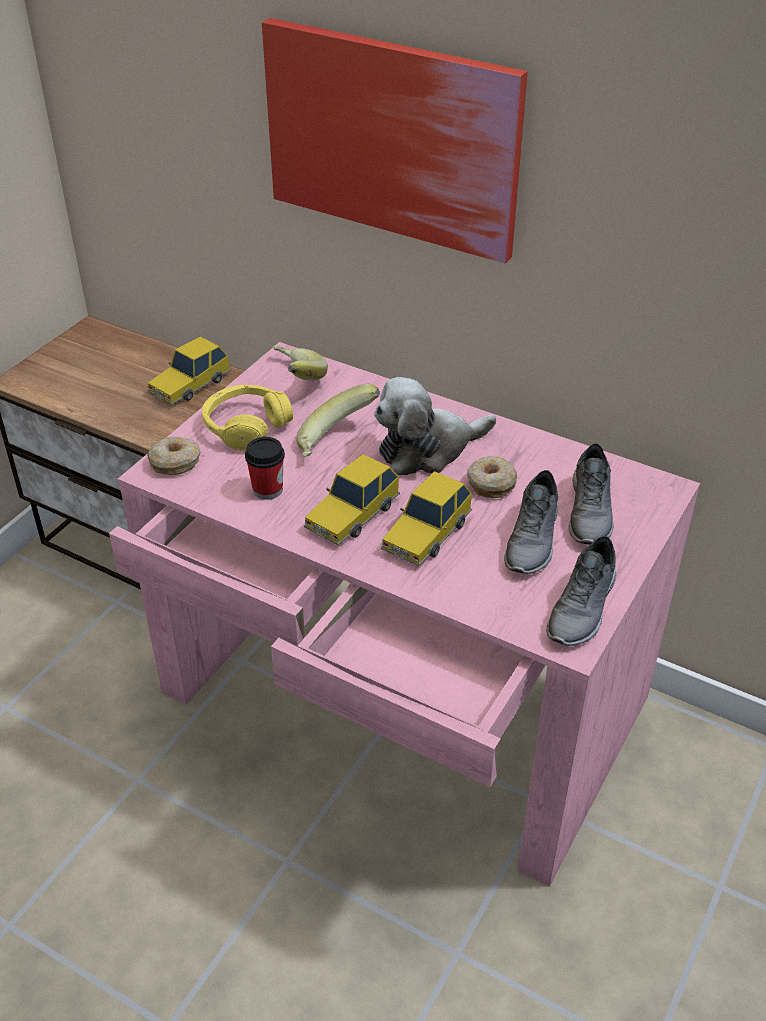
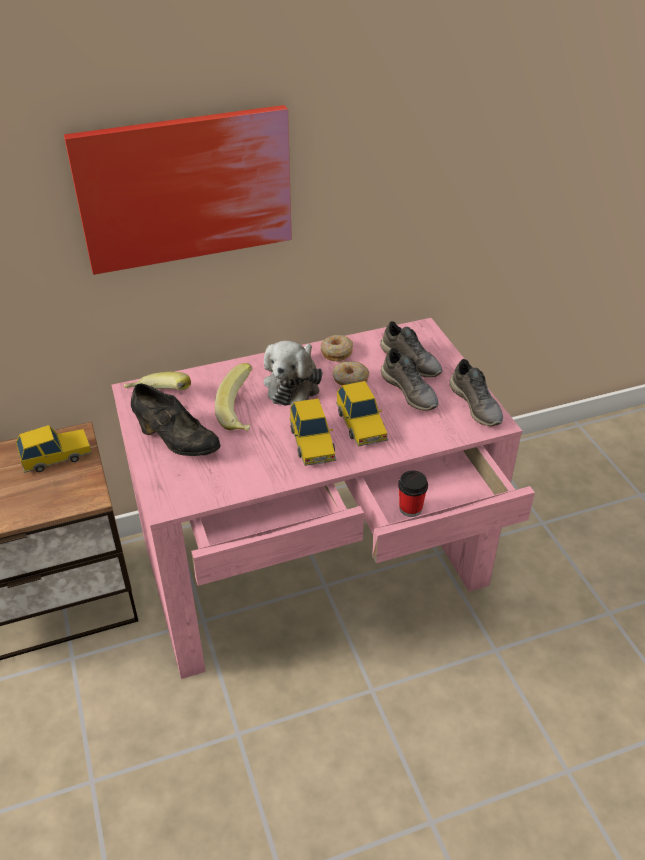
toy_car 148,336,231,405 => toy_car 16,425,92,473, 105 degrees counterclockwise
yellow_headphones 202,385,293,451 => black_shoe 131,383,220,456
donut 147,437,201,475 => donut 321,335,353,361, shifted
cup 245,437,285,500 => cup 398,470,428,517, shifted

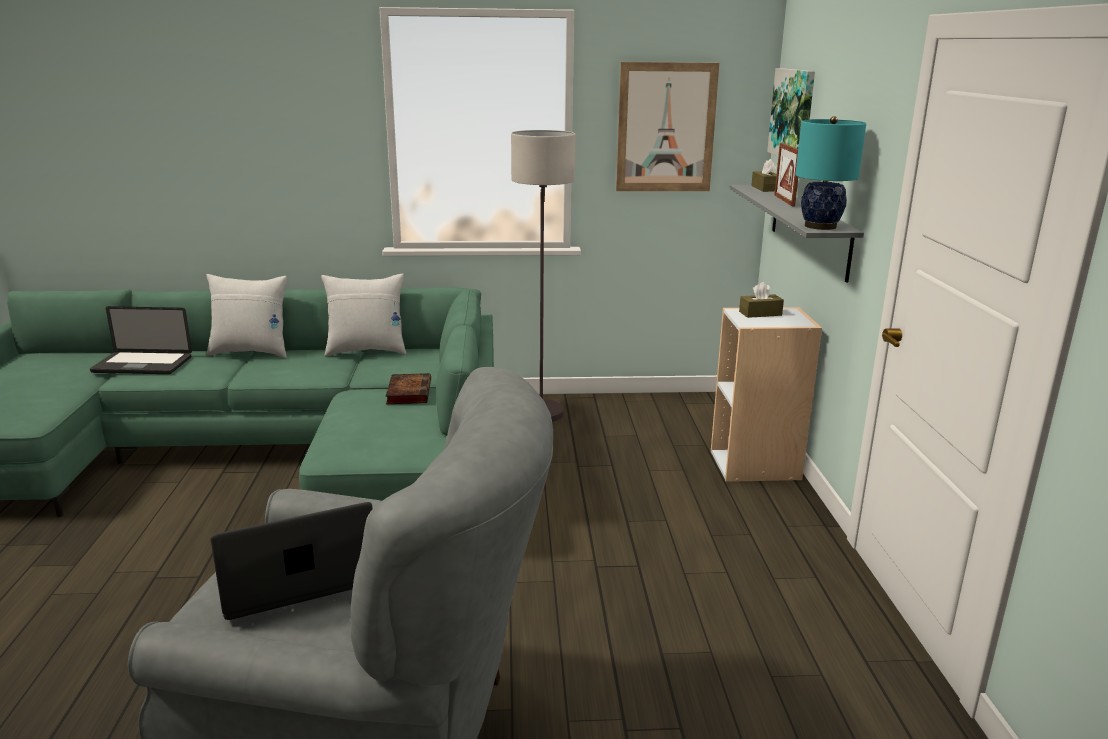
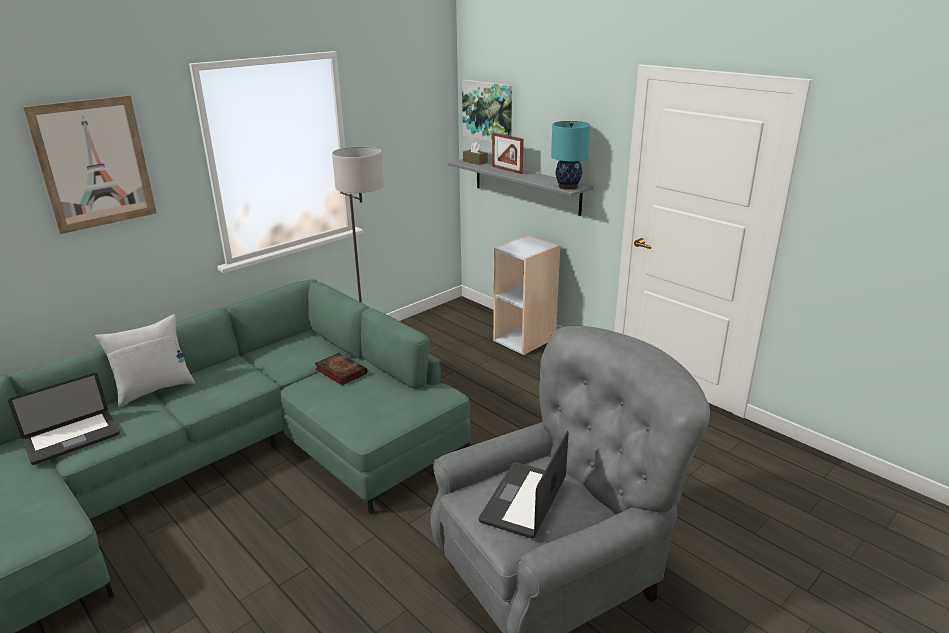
picture 616,62,719,191 => picture 23,95,157,234, shifted
grey_pillow 321,274,406,356 => nothing
brown_tissue_box 739,282,784,318 => nothing

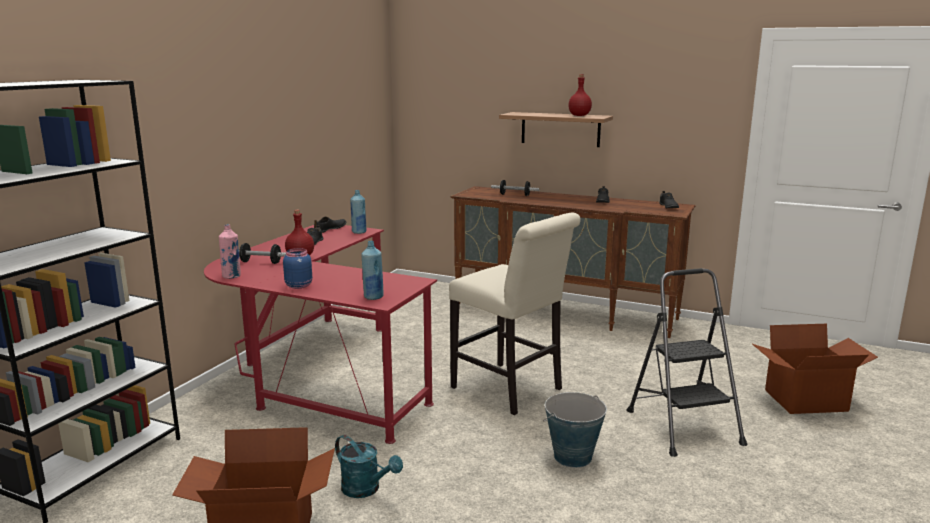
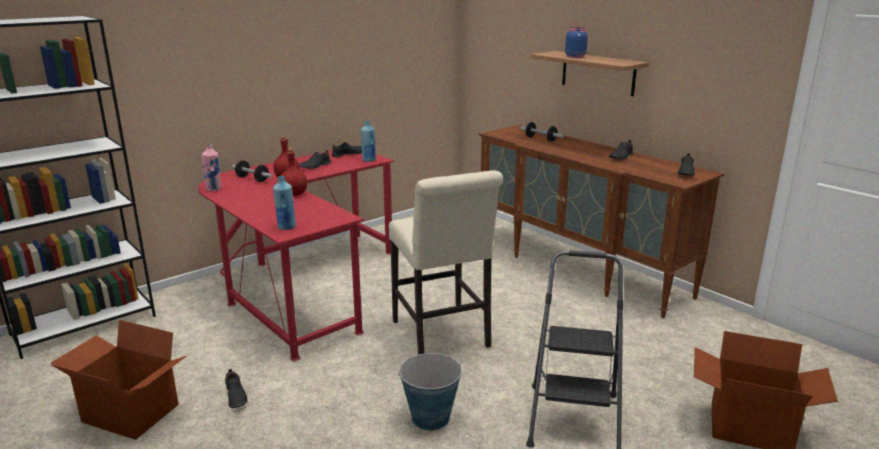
red_bottle 568,74,592,116 => red_bottle 281,148,307,196, shifted
blue_jar 283,248,312,289 => blue_jar 565,27,588,58, shifted
turquoise_watering_can 335,435,403,498 => black_shoe 225,369,248,408

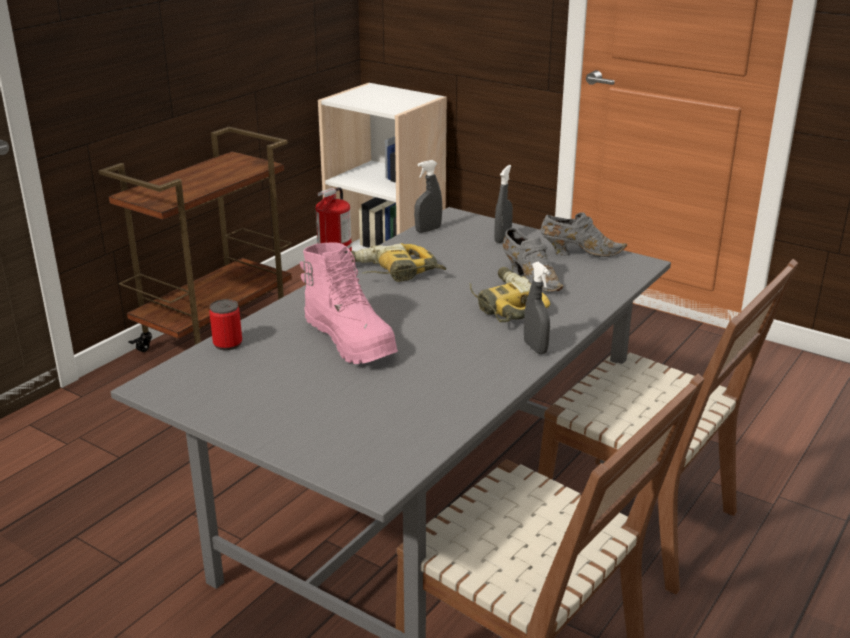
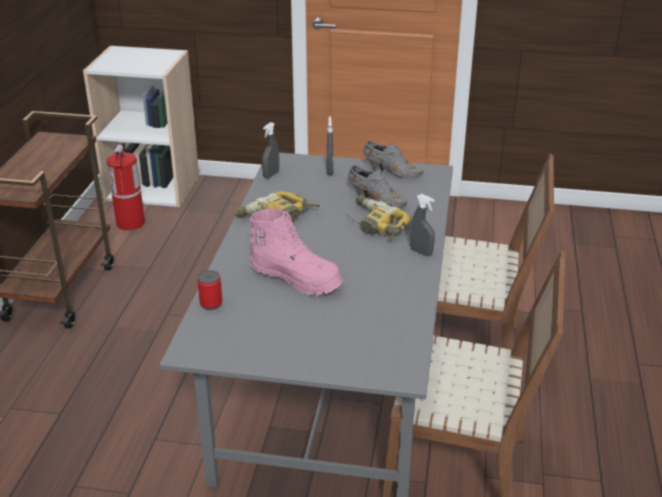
grey_shoe 541,212,627,257 => grey_shoe 363,141,424,178, 45 degrees clockwise

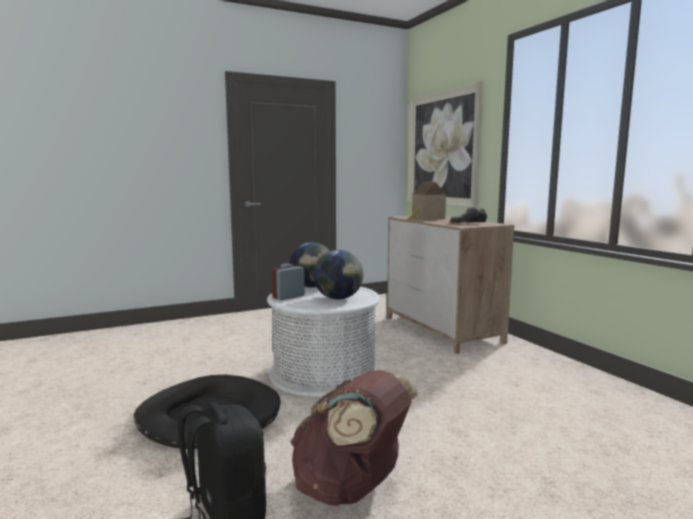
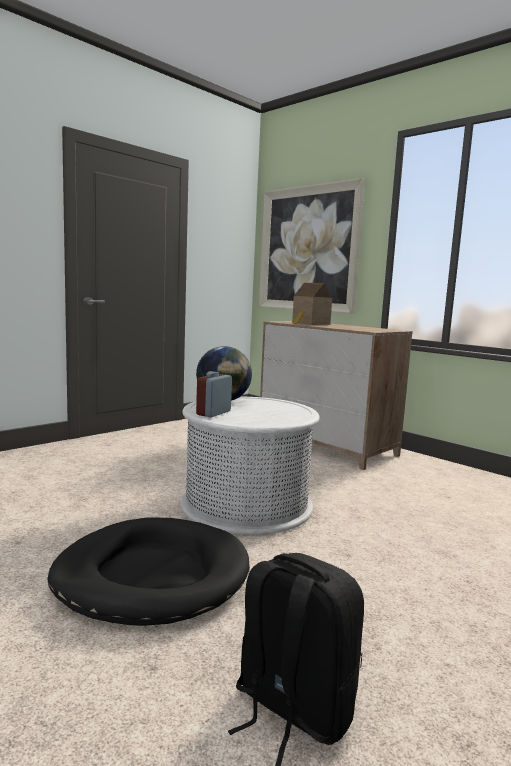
shoe 450,207,487,223 => nothing
globe 313,250,363,300 => nothing
brown_backpack 290,370,418,506 => nothing

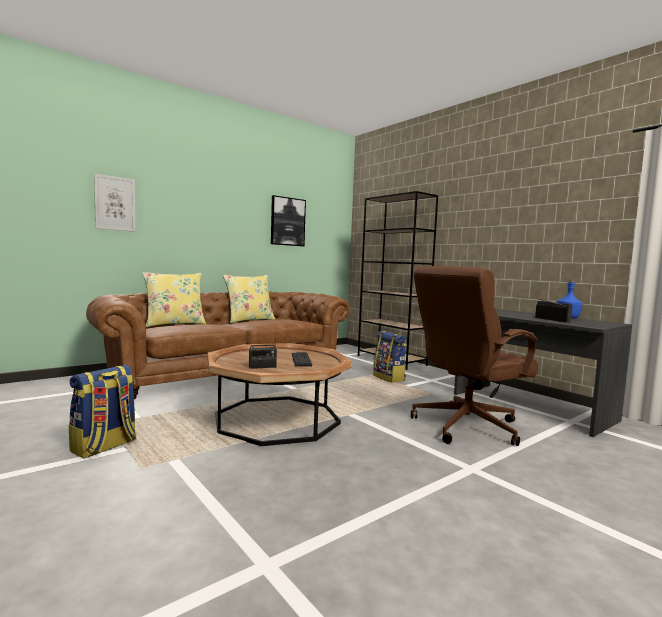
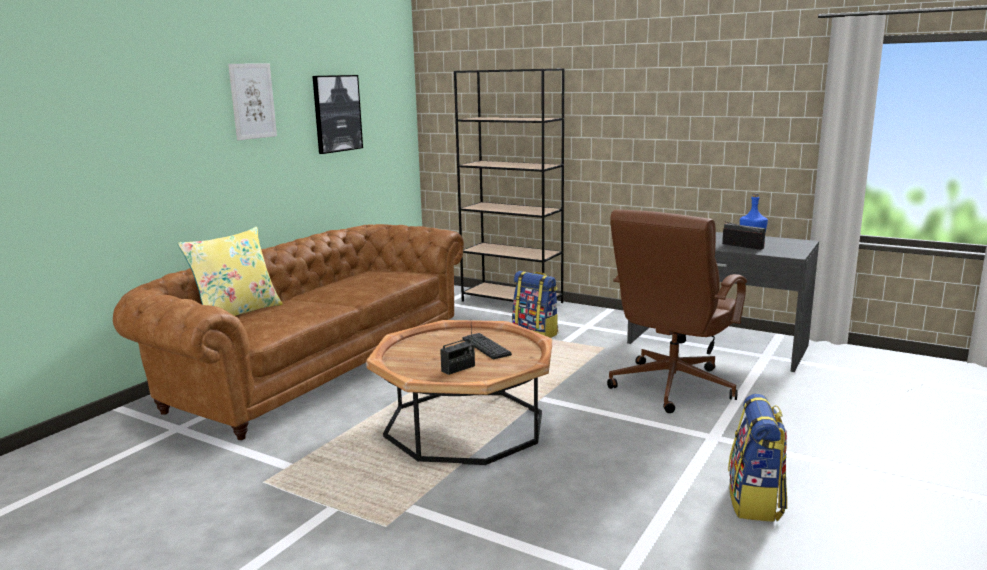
picture 94,174,135,232 => picture 228,64,277,140, shifted
yellow_pillow 223,274,275,323 => nothing
backpack 69,365,136,459 => backpack 728,394,787,522, shifted

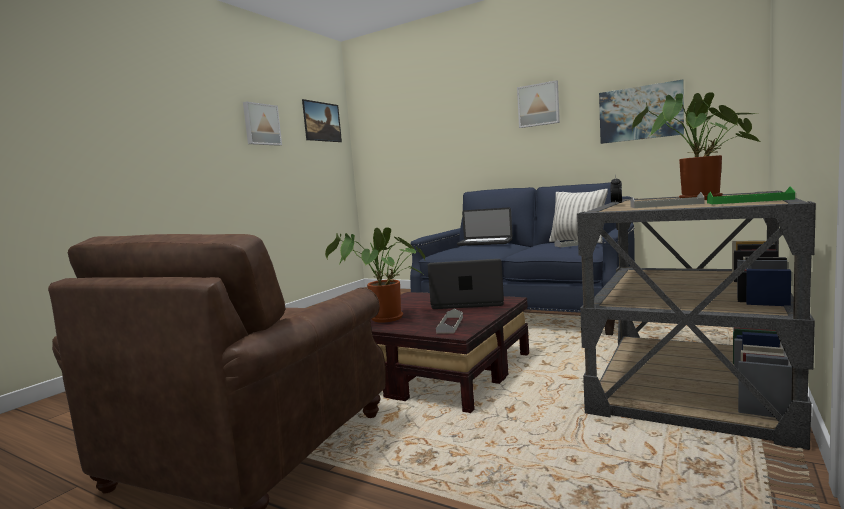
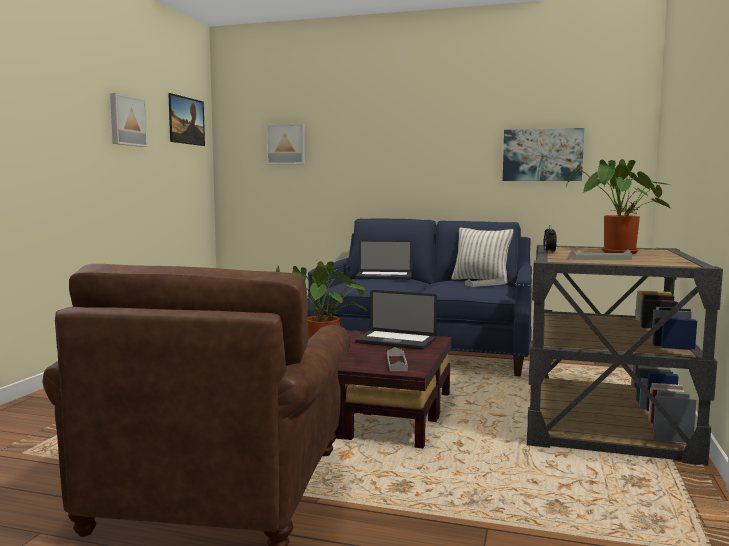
picture 517,80,560,128 => picture 266,124,305,165, shifted
green_tray 707,186,795,204 => nothing
laptop 428,259,504,309 => laptop 355,290,437,350, 150 degrees counterclockwise

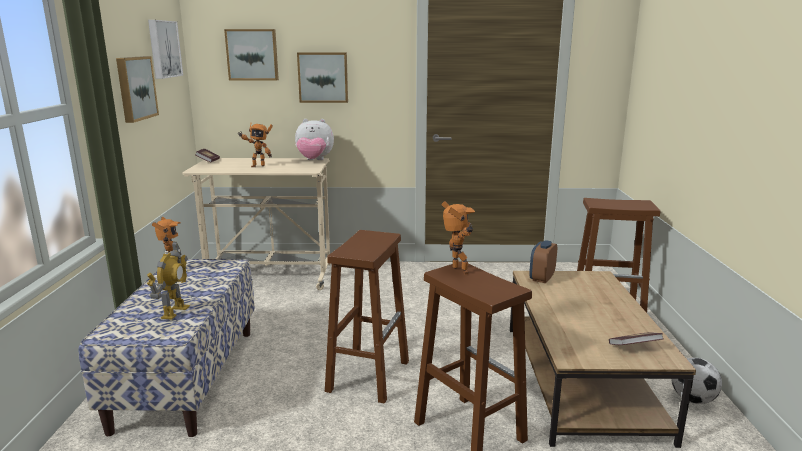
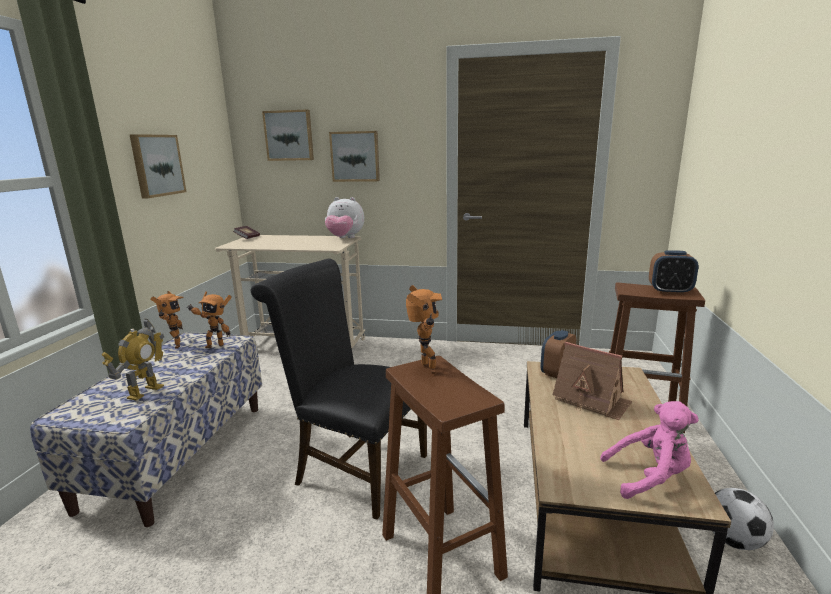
picture 148,20,183,79 => nothing
toy_robot 238,122,273,167 => toy_robot 187,291,232,348, shifted
brown_stool 325,230,409,404 => black_chair 251,258,427,520
book 609,332,664,345 => pink_plush_toy 600,401,699,499
nothing => alarm_clock 649,250,699,294
nothing => toy_house 552,342,632,420

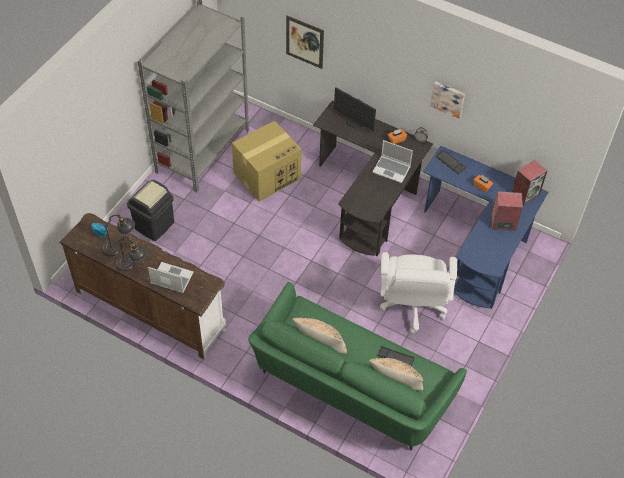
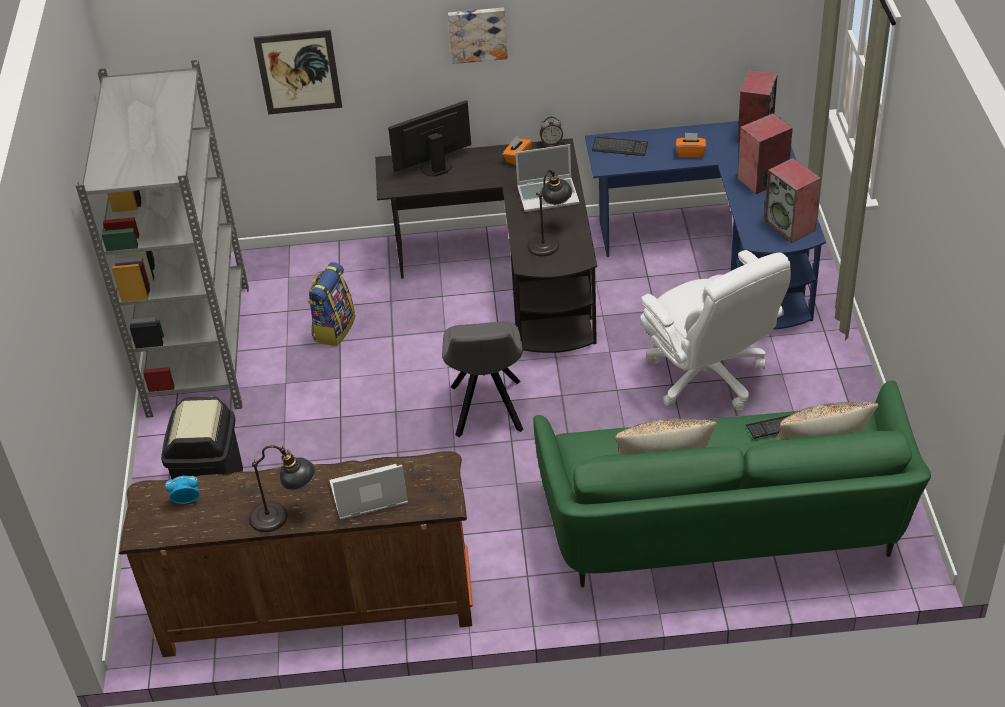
picture 430,81,465,118 => picture 448,7,508,64, shifted
monitor 334,87,376,131 => monitor 388,100,471,177, 150 degrees clockwise
cardboard_box 232,121,302,202 => backpack 308,262,355,346
white_cabinet 59,213,227,360 => orange_cabinet 119,451,473,657
grey_table_lamp 102,214,135,257 => grey_table_lamp 527,170,572,256, shifted
nothing => speaker 764,158,821,243
nothing => grey_chair 442,321,523,437

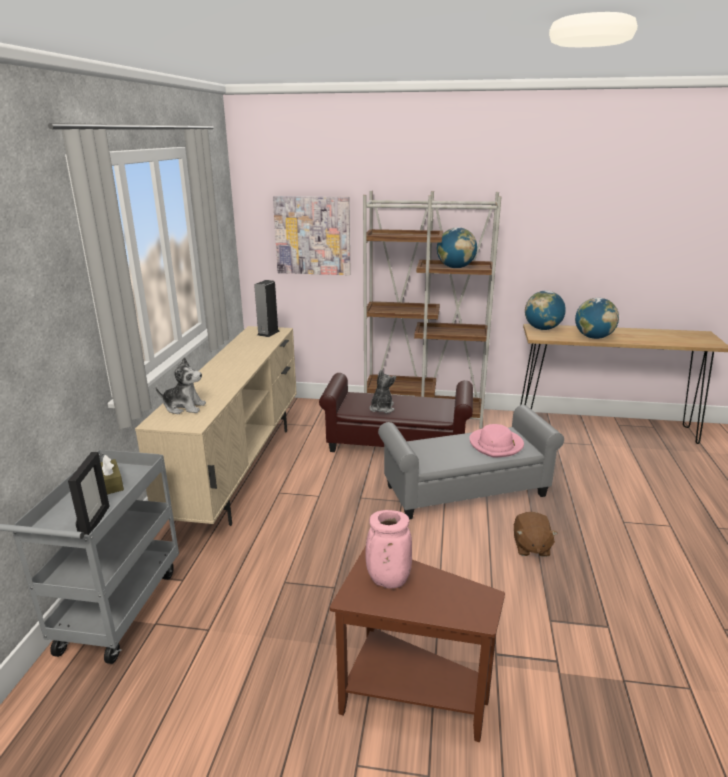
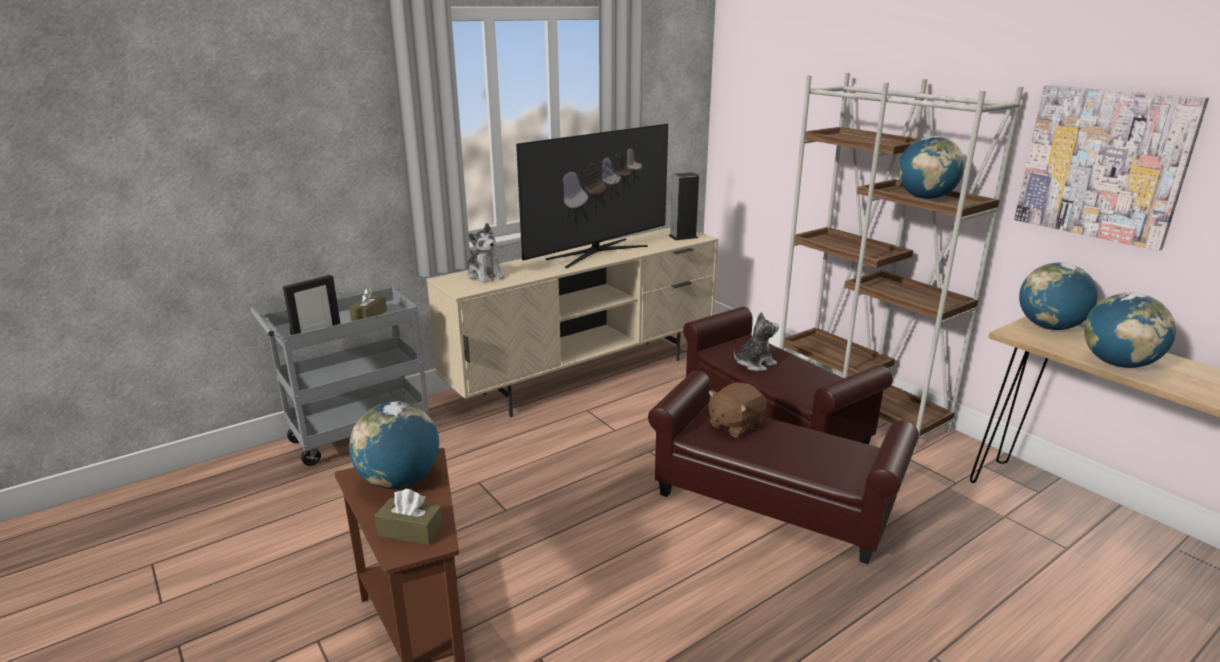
picture 273,196,351,275 => picture 1014,85,1209,251, shifted
grey_ottoman 378,405,564,519 => brown_ottoman 648,370,919,564
pink_hat 469,424,524,457 => nothing
pink_vase 365,510,412,589 => globe 349,401,439,489
brown_plush_toy 514,512,558,557 => brown_plush_toy 708,383,767,437, shifted
nothing => television 516,124,668,268
nothing => brown_tissue_box 375,489,443,545

